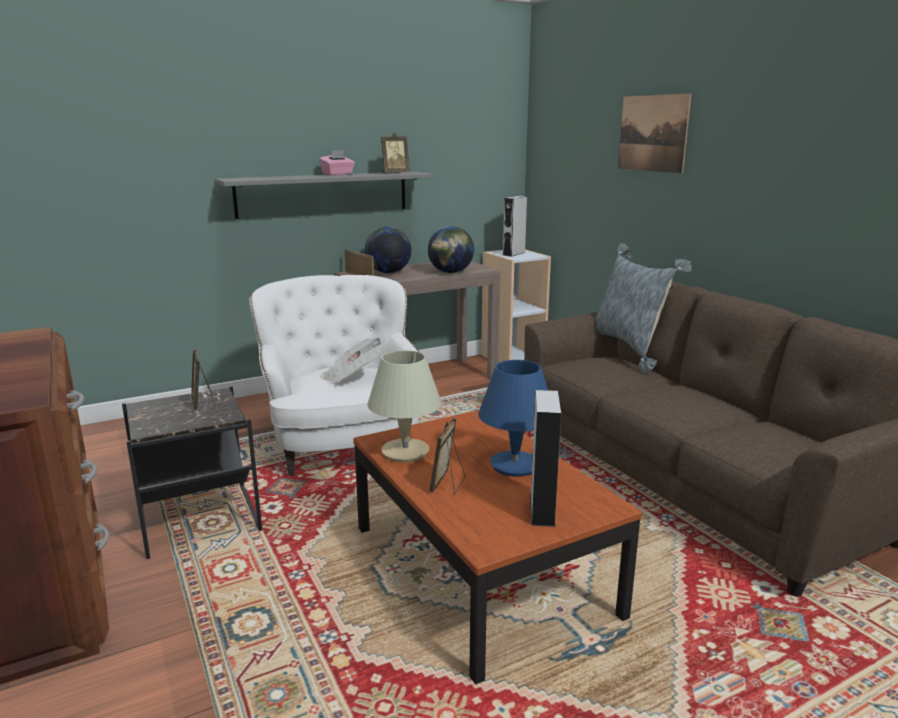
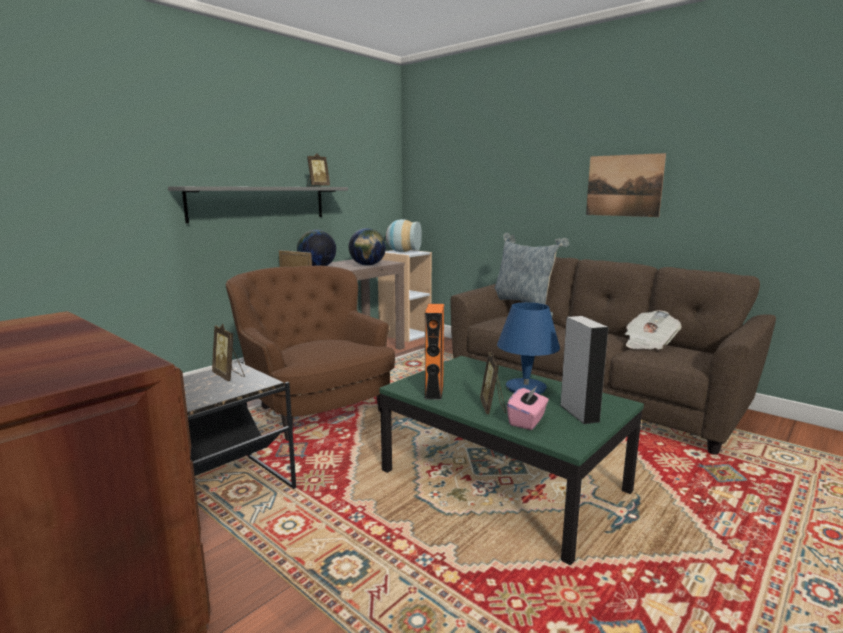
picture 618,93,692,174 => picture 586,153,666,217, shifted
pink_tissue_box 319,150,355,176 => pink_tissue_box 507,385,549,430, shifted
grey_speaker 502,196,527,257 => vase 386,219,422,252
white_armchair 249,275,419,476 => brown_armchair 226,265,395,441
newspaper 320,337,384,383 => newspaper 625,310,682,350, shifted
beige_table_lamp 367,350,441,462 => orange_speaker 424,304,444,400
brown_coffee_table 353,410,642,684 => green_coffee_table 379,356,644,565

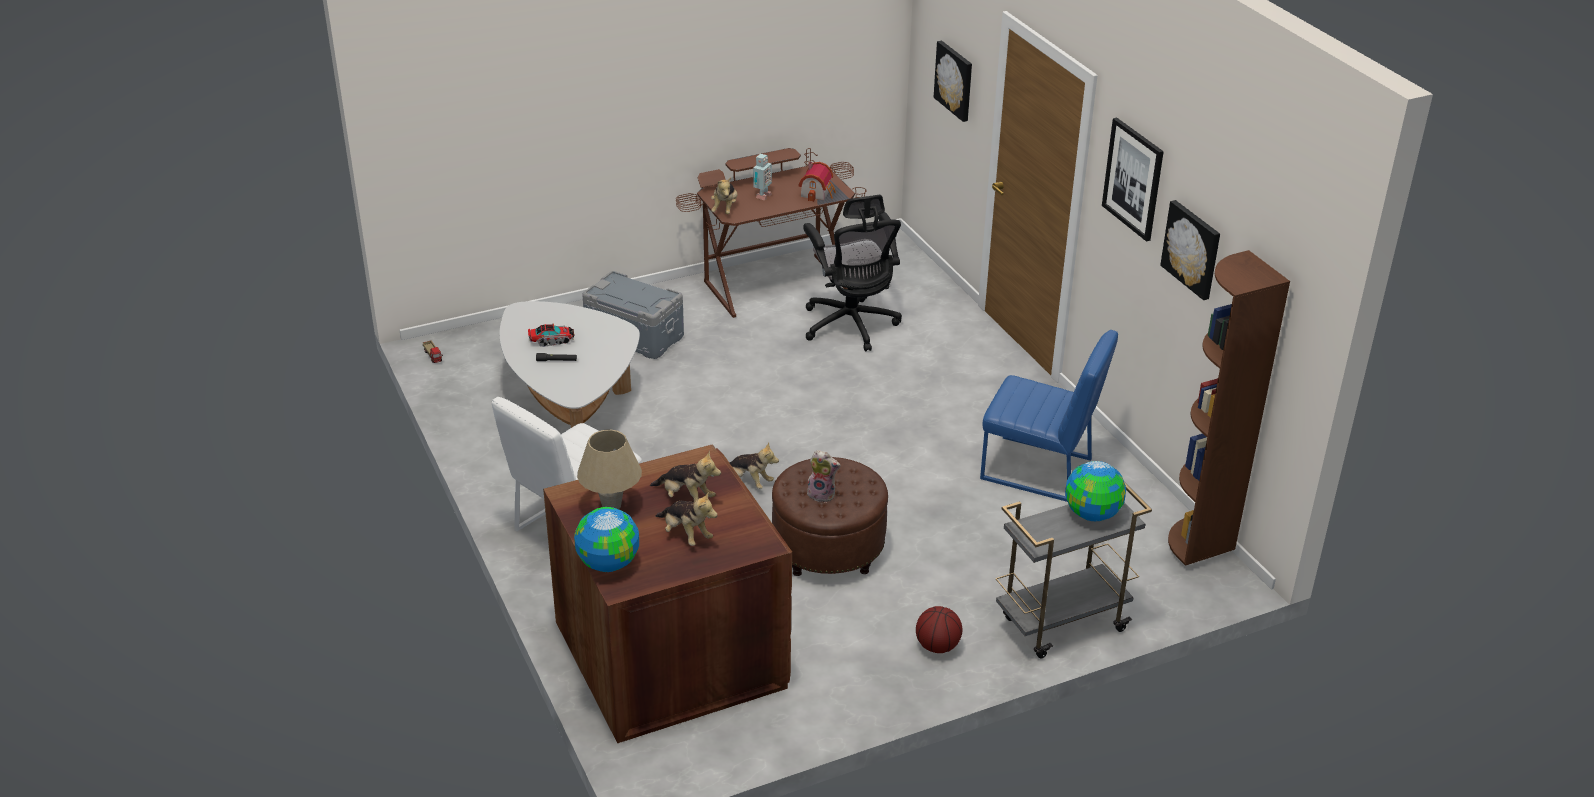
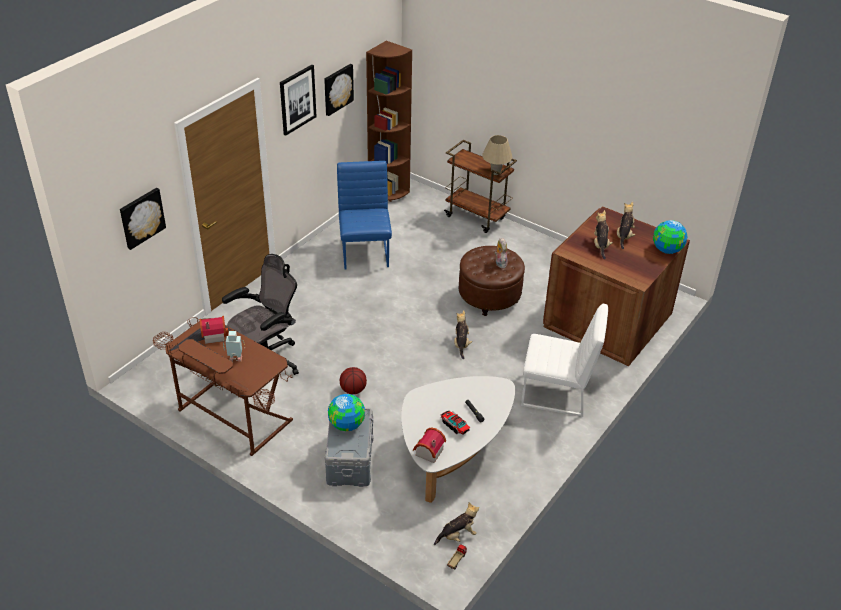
plush_toy 711,177,737,214 => plush_toy 434,502,479,545, shifted
beige_table_lamp 577,430,642,509 => beige_table_lamp 482,135,512,175, shifted
globe 1065,461,1126,521 => globe 328,394,365,431, shifted
grey_cart 996,482,1152,659 => brown_cart 444,140,517,233
basketball 916,606,962,653 => basketball 340,367,367,394, shifted
nothing => toy_house 413,427,446,463

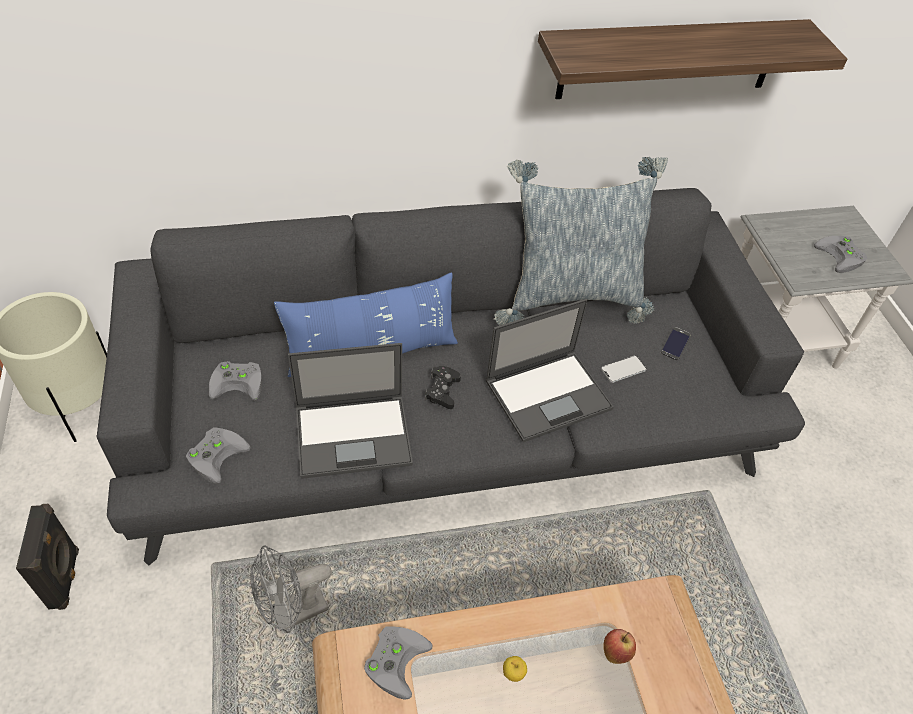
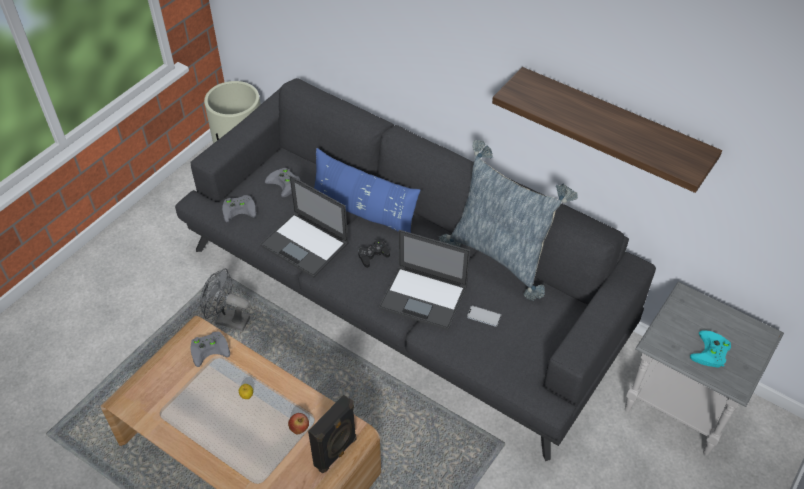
grey_game_controller 814,236,867,273 => turquoise_game_controller 690,330,731,368
phone 661,327,691,360 => nothing
black_speaker 16,504,79,610 => black_speaker 308,395,357,473, shifted

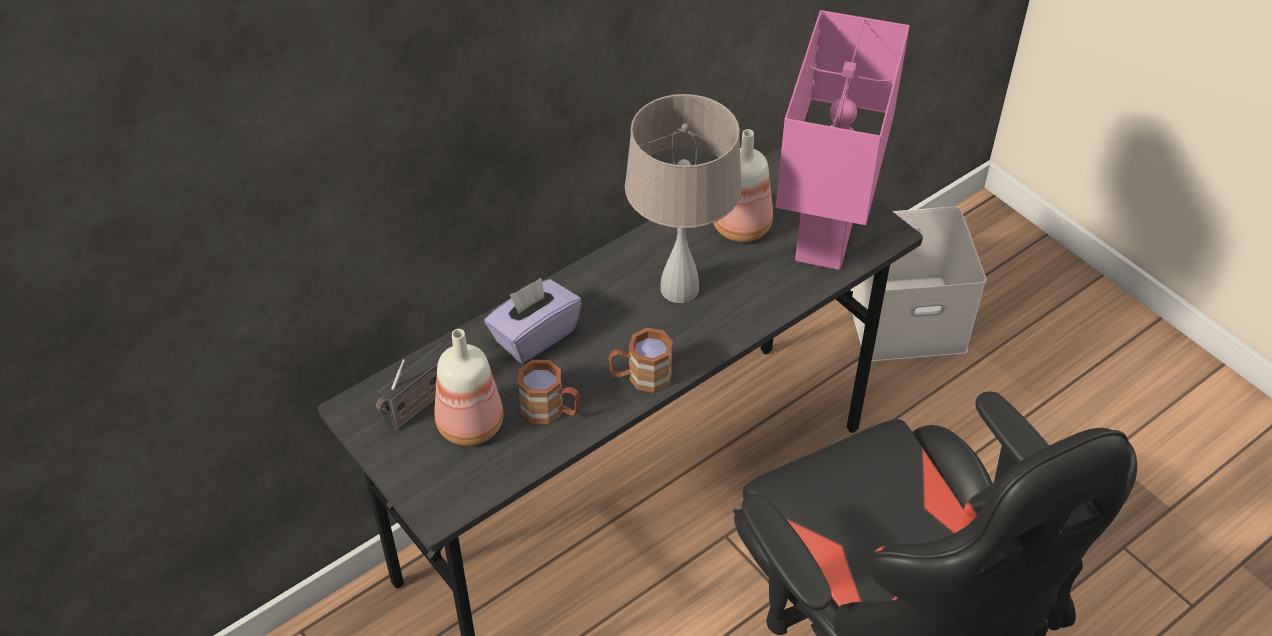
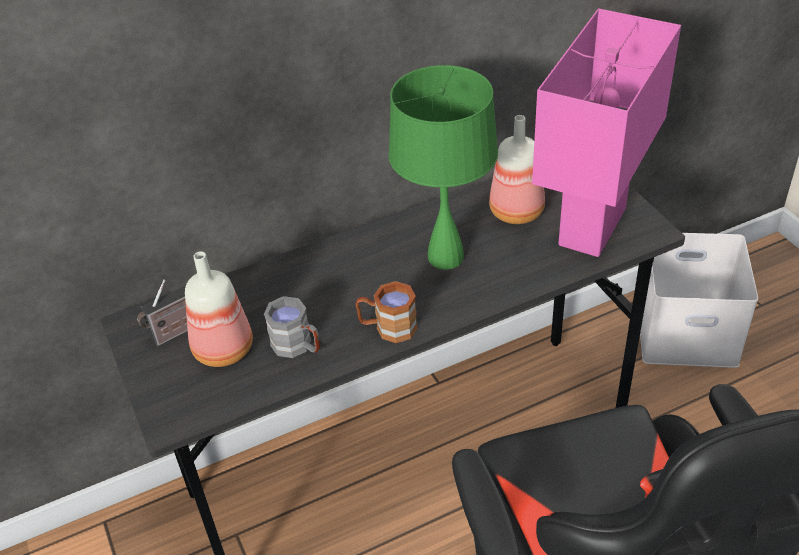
beige_table_lamp 625,94,742,303 => green_table_lamp 388,65,498,270
purple_tissue_box 484,278,582,363 => nothing
brown_mug 518,360,580,424 => grey_mug 264,296,320,358

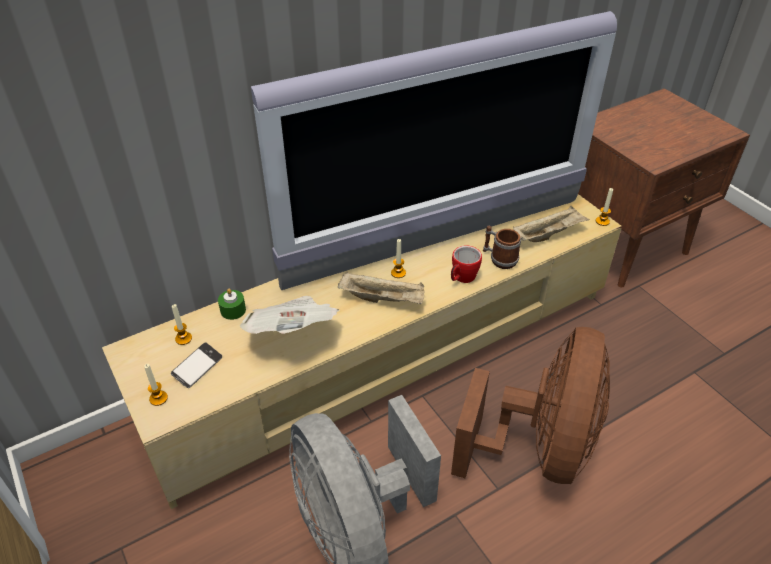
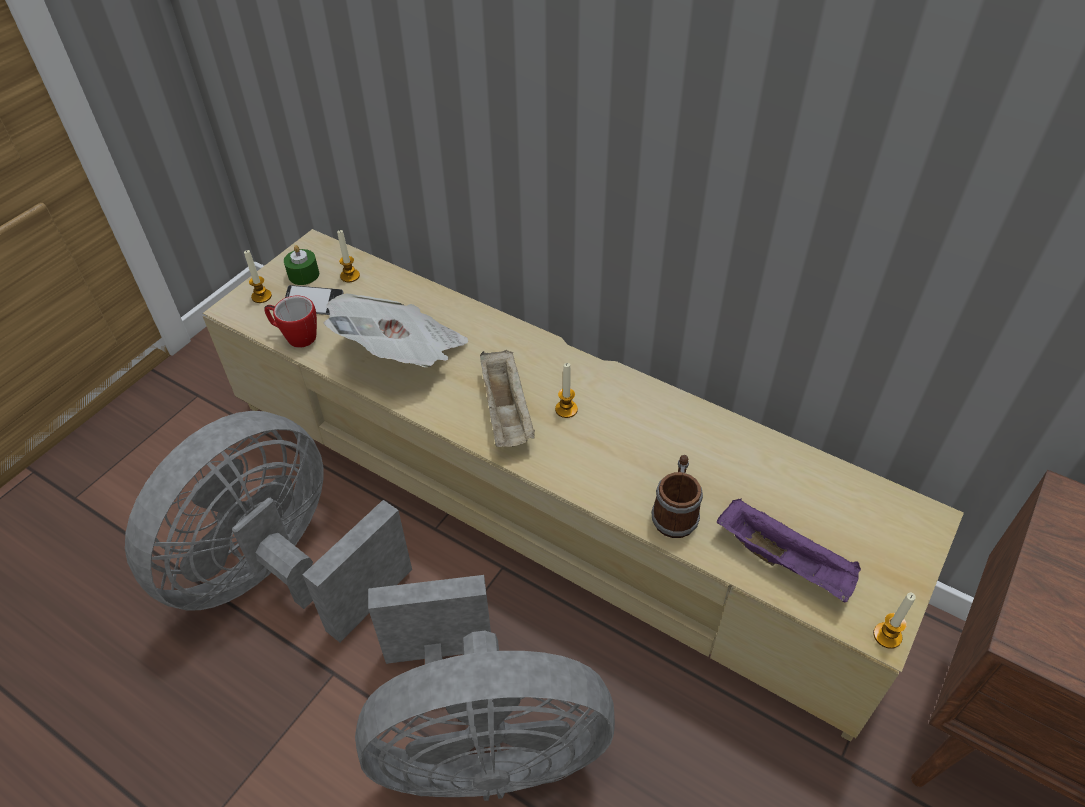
television 251,11,617,290 => nothing
beige_tray 513,206,589,242 => purple_tray 717,498,861,603
mug 451,246,482,283 => mug 264,296,317,348, shifted
green_candle 218,289,246,320 => green_candle 284,245,319,285, shifted
brown_fan 451,327,610,484 => grey_fan 355,575,615,801

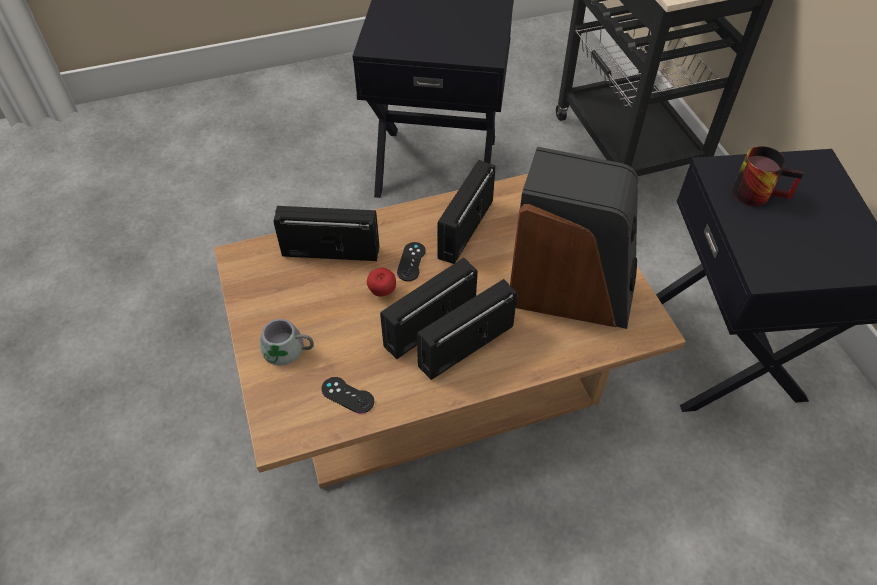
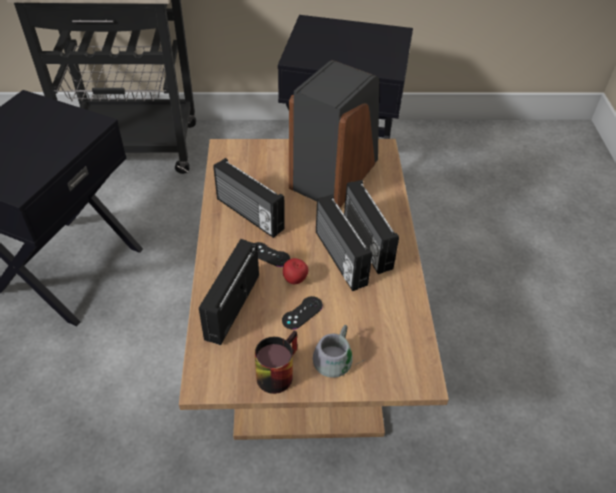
mug 732,146,803,206 => mug 255,330,297,394, shifted
black_game_controller 322,377,374,414 => black_game_controller 282,296,323,329, shifted

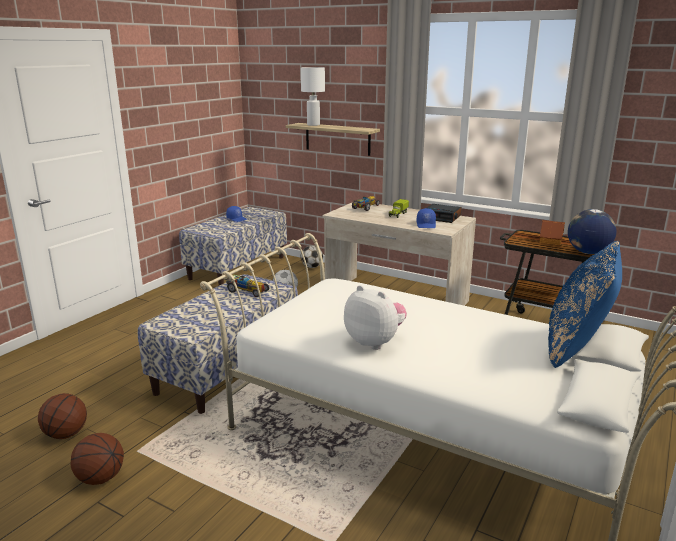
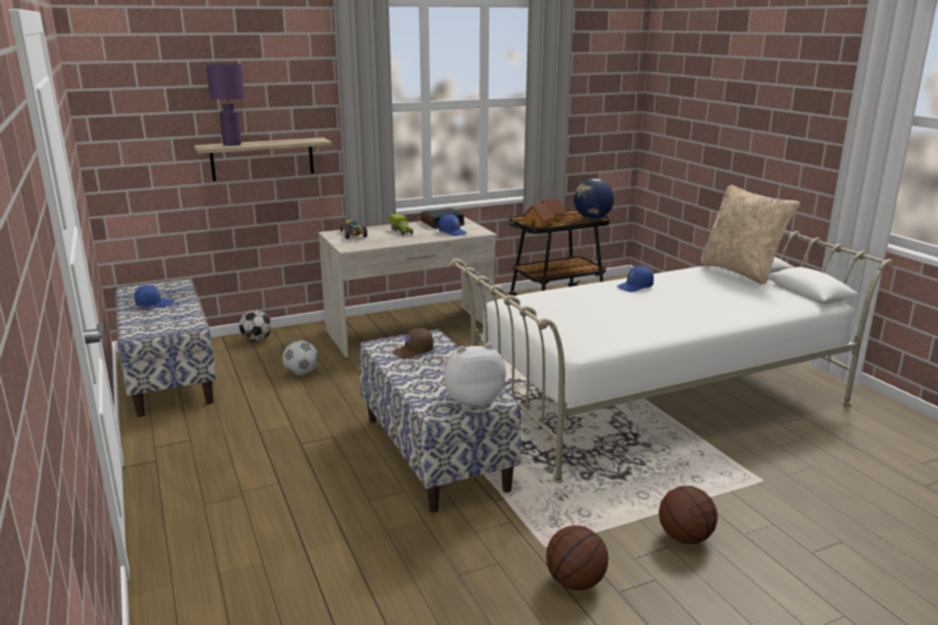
white_table_lamp 301,67,325,126 => purple_table_lamp 206,64,245,146
blue_pillow 548,240,622,368 => beige_pillow 701,185,800,285
toy_car 226,275,269,297 => brown_cap 393,328,433,358
plush_toy 344,285,407,350 => plush_toy 443,343,506,409, shifted
basketball 38,393,87,439 => basketball 659,486,718,544, shifted
nothing => toy_house 522,202,555,228
nothing => blue_cap 617,266,654,292

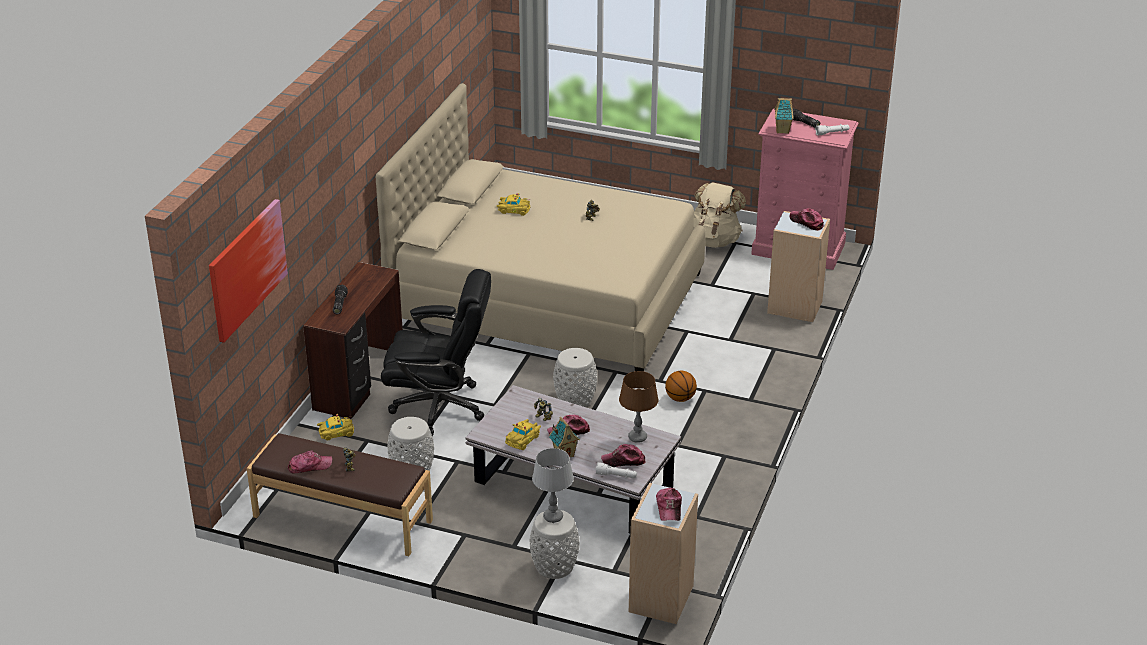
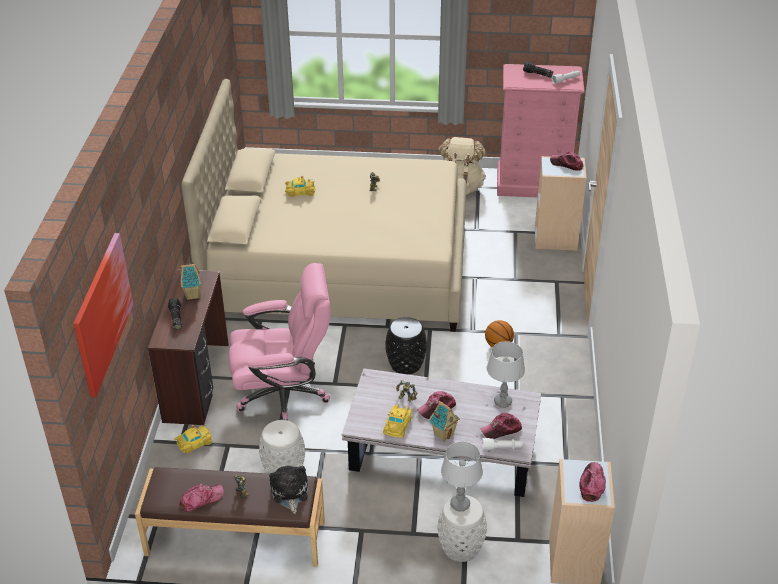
toy_house 774,98,794,134 => toy_house 180,262,201,300, shifted
black_office_chair 381,269,491,436 => pink_office_chair 229,263,331,420
white_stool 553,348,597,407 => black_stool 385,317,427,374
brown_table_lamp 619,371,659,443 => grey_table_lamp 487,341,525,408
cap 656,488,682,521 => cap 579,462,606,502, 150 degrees counterclockwise
nothing => plush_toy 269,465,308,514

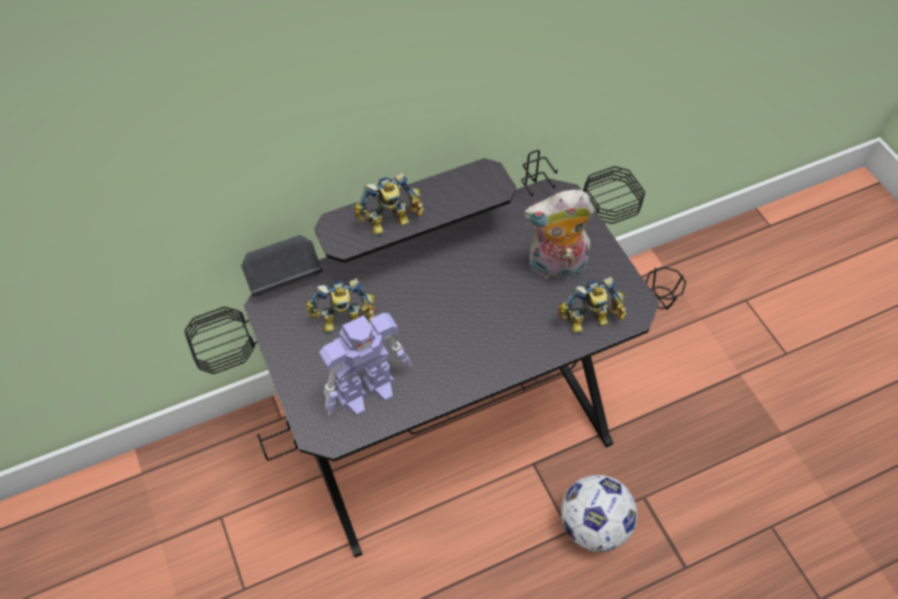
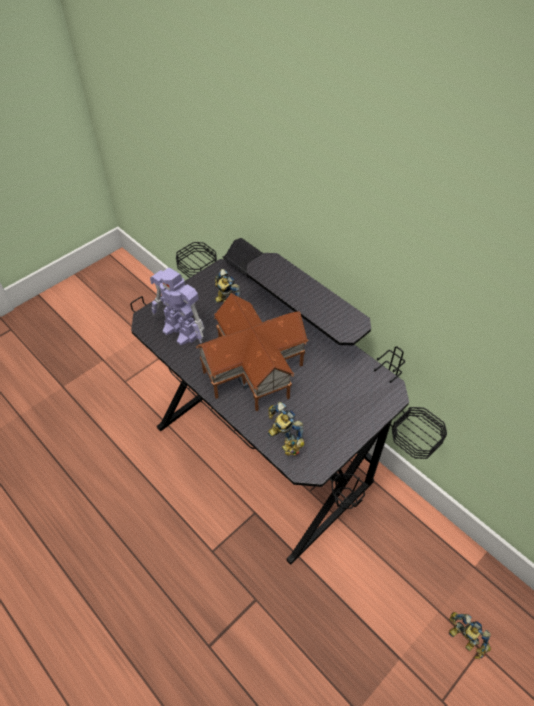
toy_robot 354,172,424,237 => toy_robot 449,612,491,659, shifted
plush_toy 524,190,594,283 => nothing
football 561,475,637,552 => nothing
nothing => toy_house 196,293,309,411

